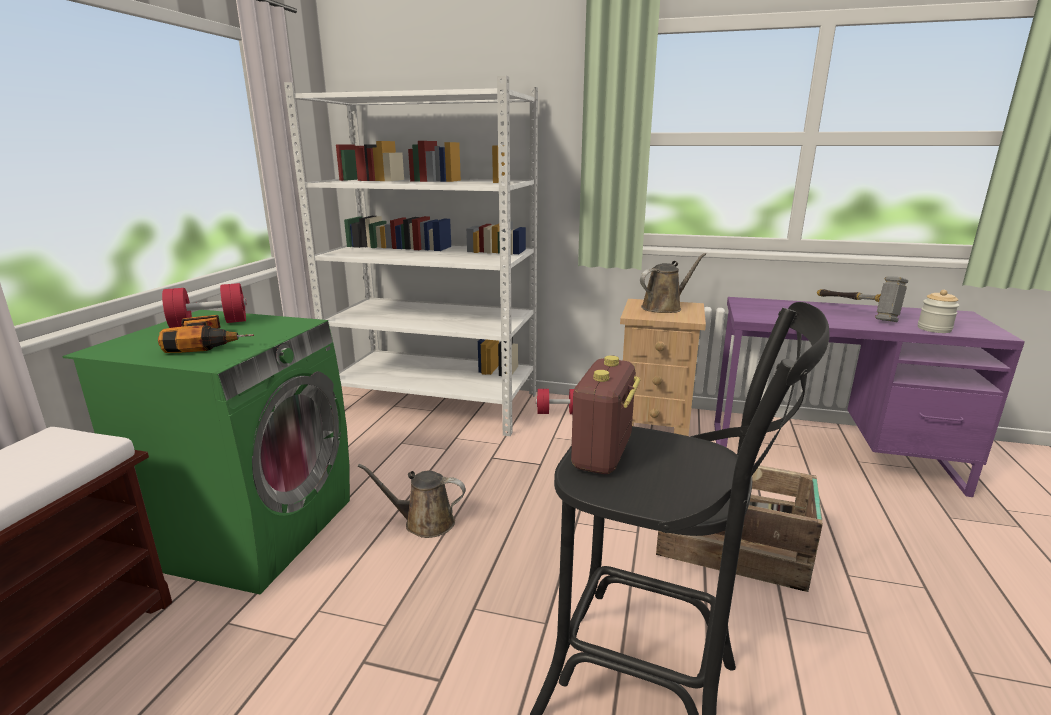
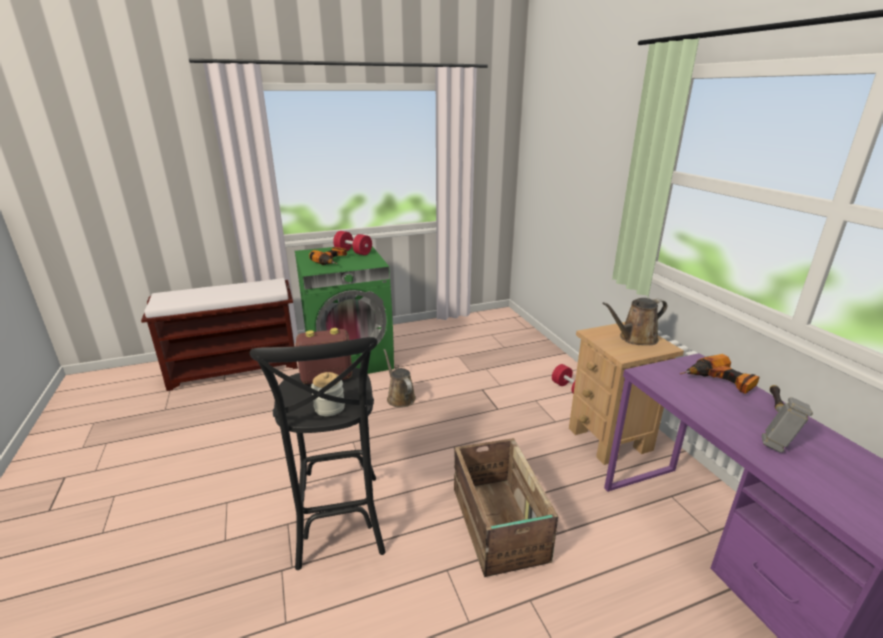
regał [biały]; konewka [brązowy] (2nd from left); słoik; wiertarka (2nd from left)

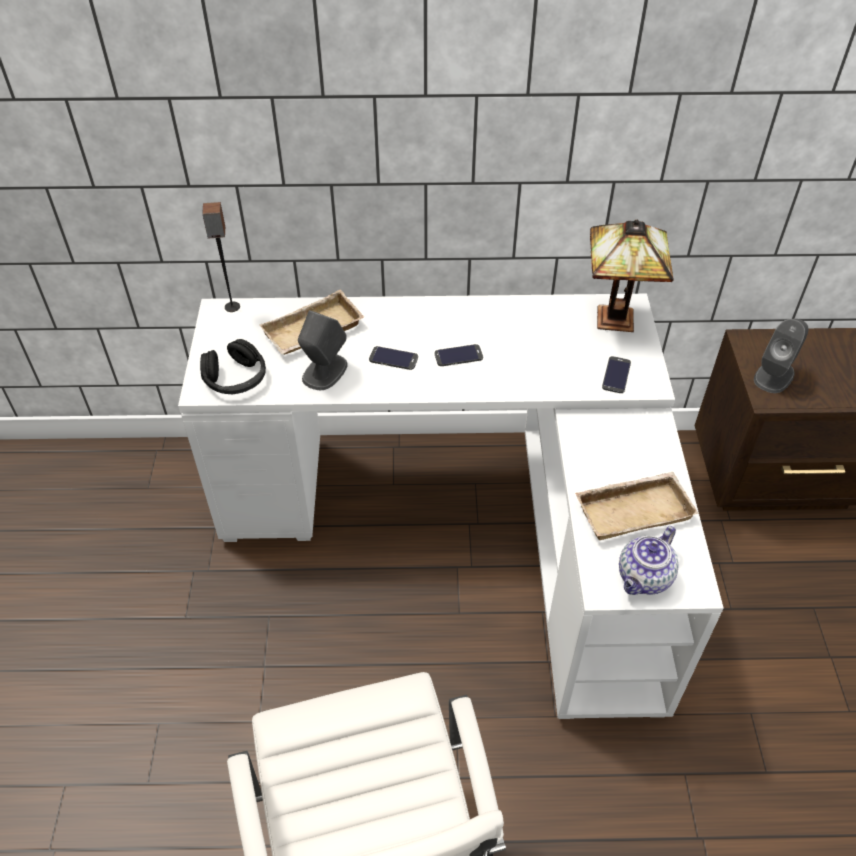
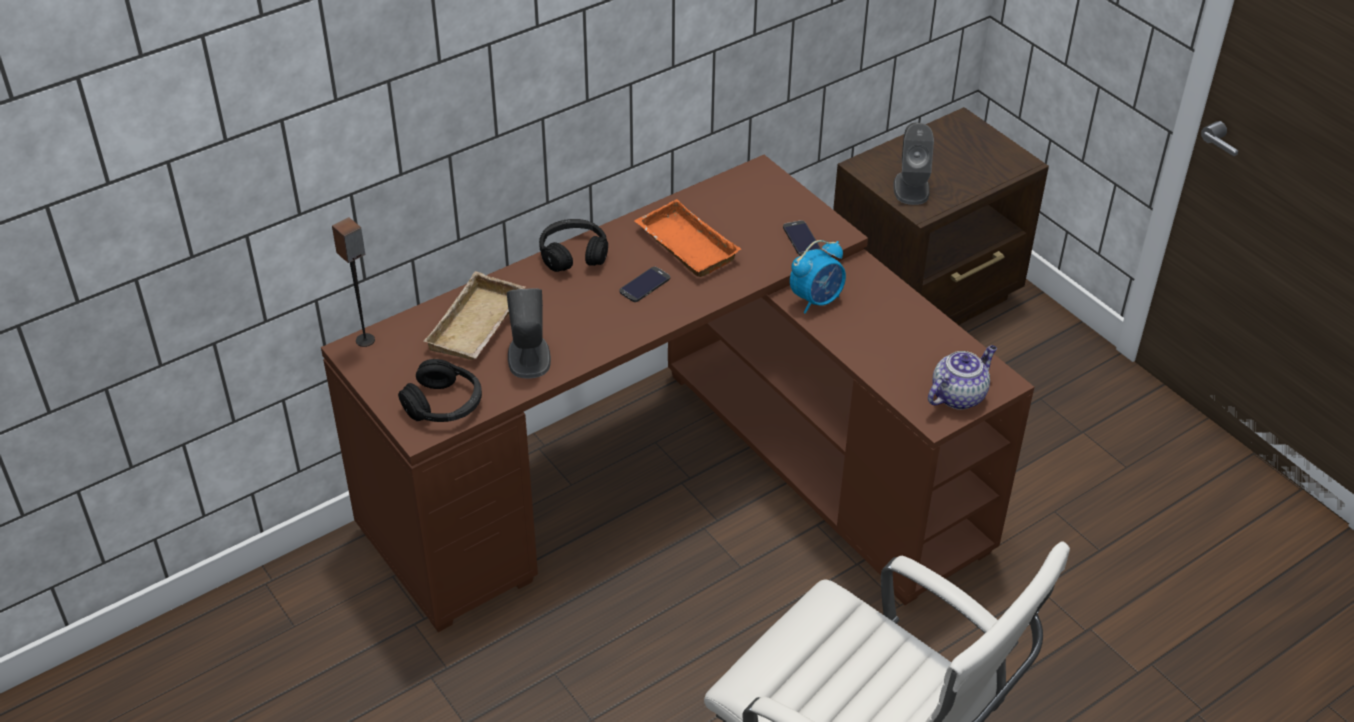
lampa stołowa; biurko [brązowy]; telefon (1st from left in the first image); taca [beżowy] (2nd from left in the first image); imbryk; taca [pomarańczowy]; słuchawki [czarny] (2nd from left); budzik

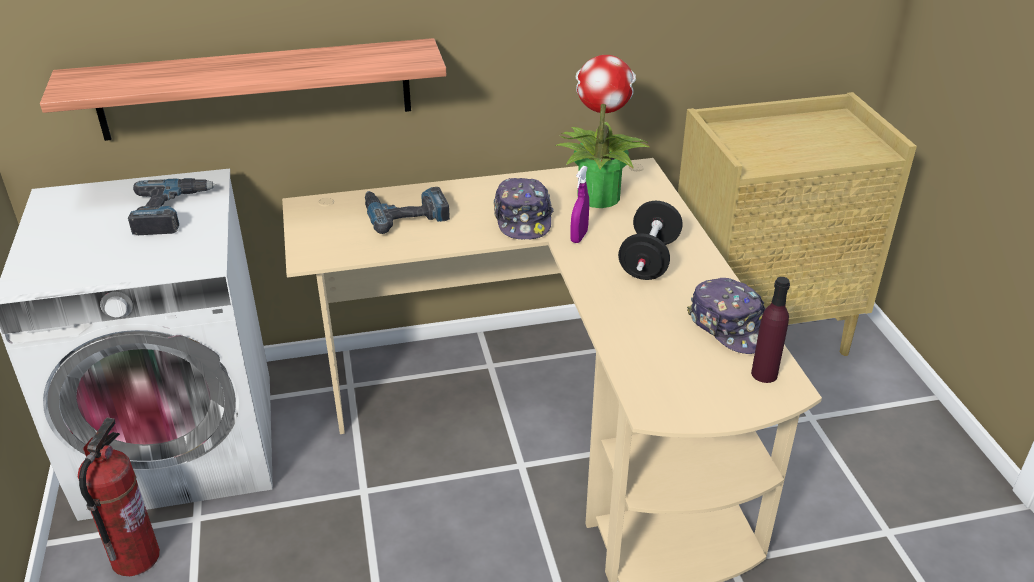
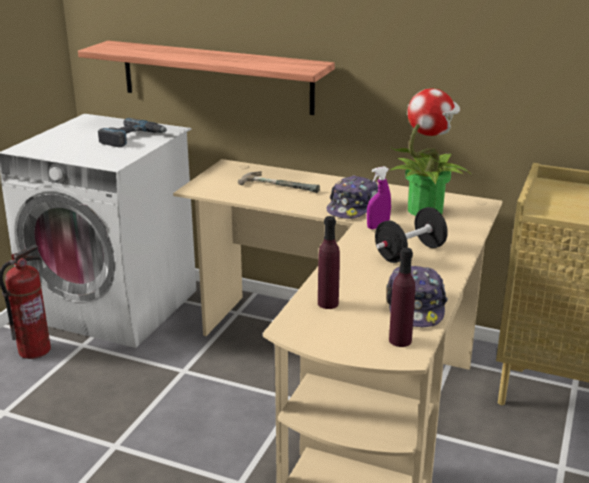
młotek; butelka [fioletowy] (1st from left)

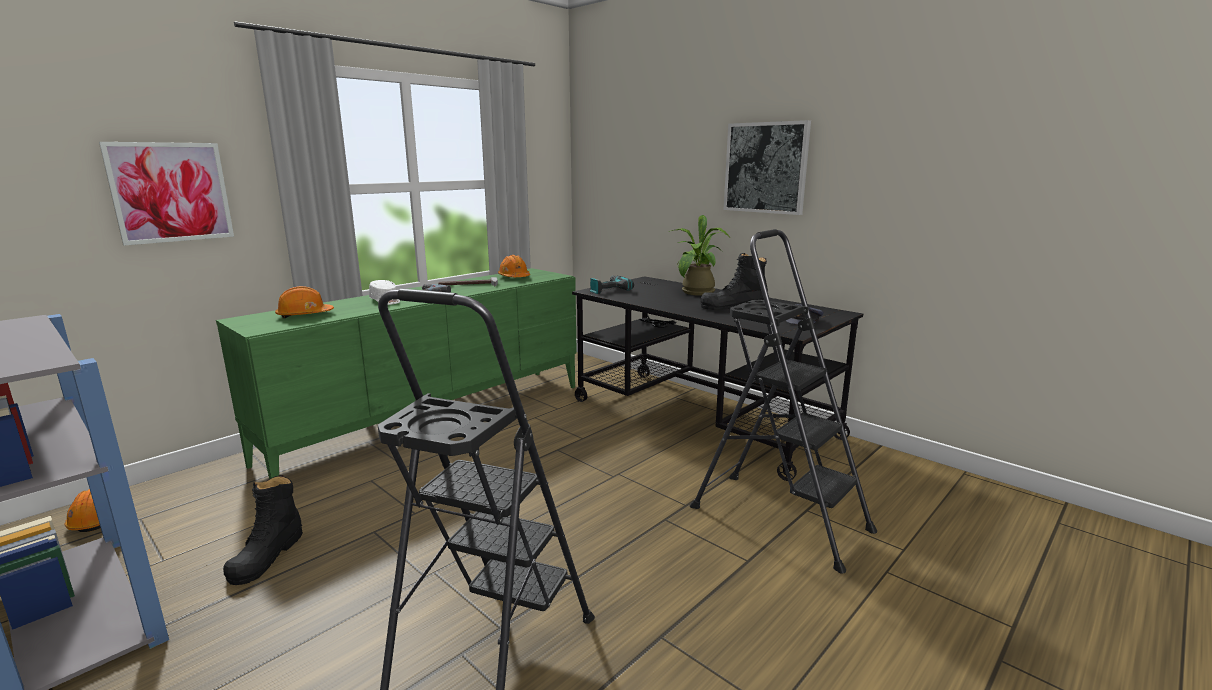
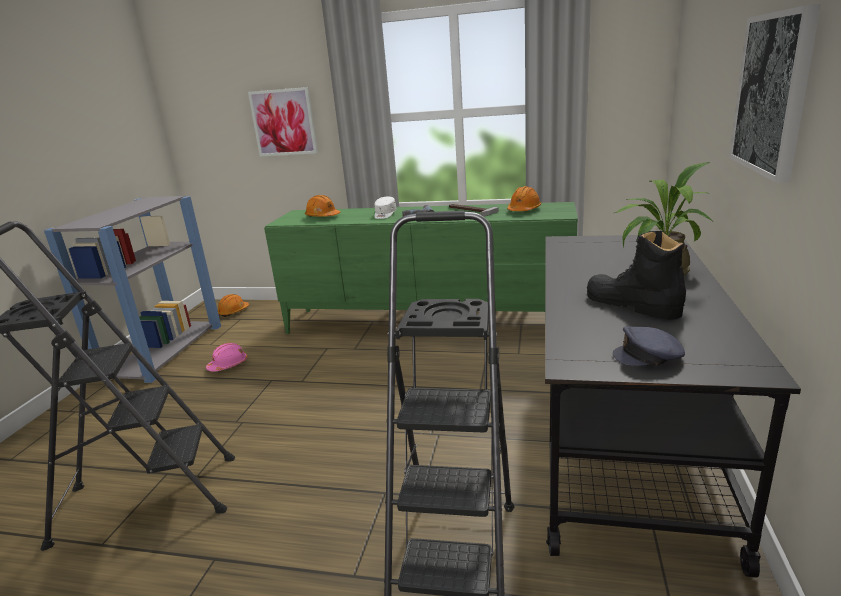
wiertarka (2nd from left in the first image); kask [różowy]

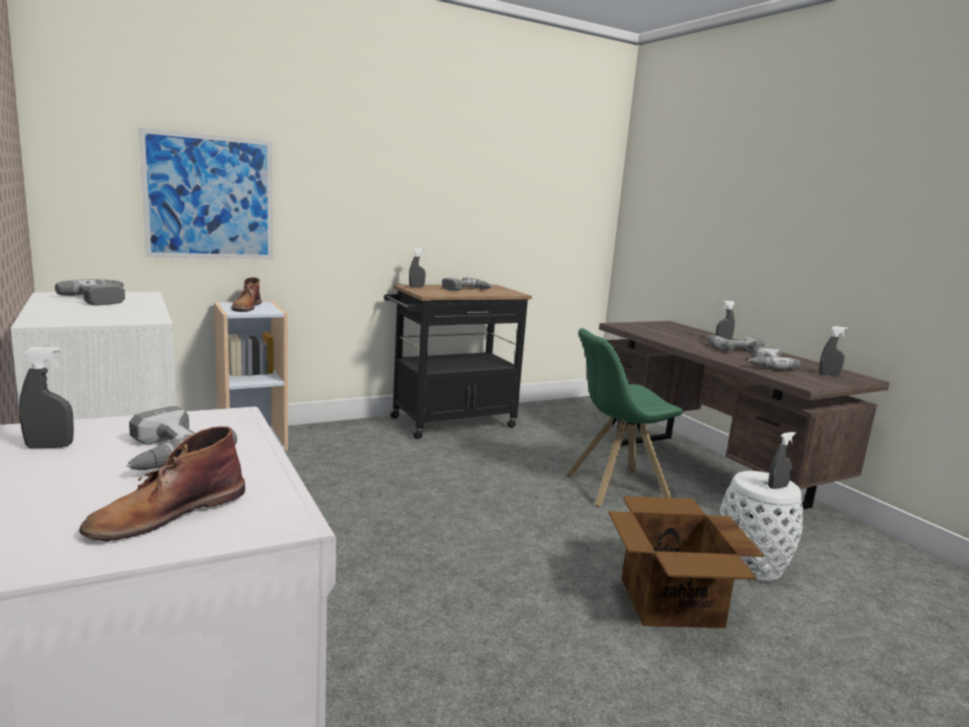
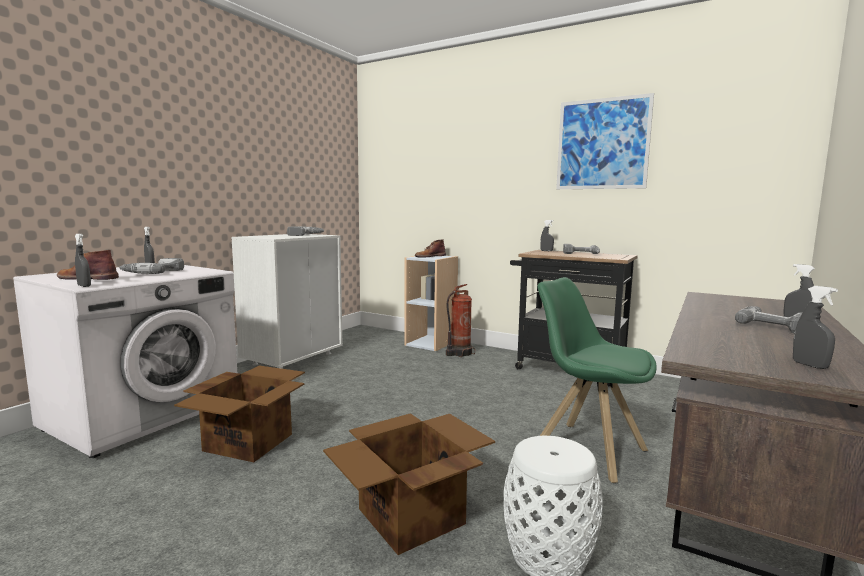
obraz; wiertarka (5th from left in the first image); spryskiwacz [szary] (1st from left); gaśnica; karton (1st from left)

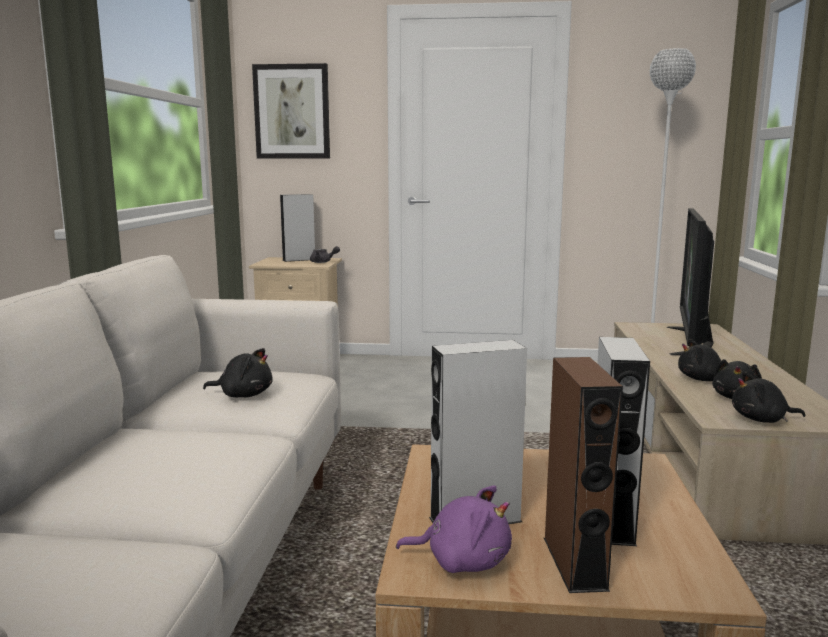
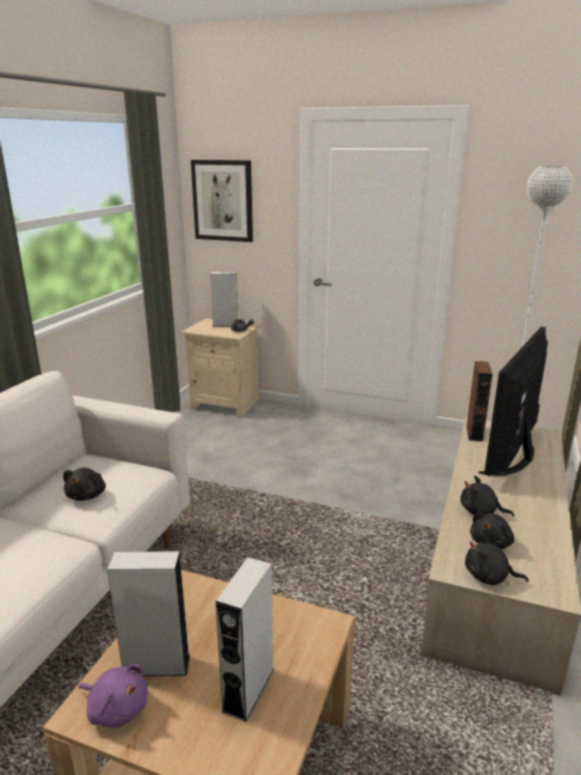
pluszak [czarny] (1st from left); głośnik [brązowy]

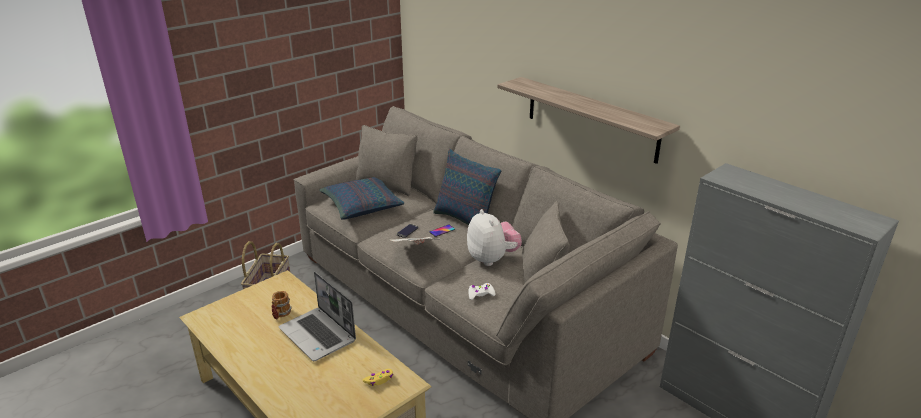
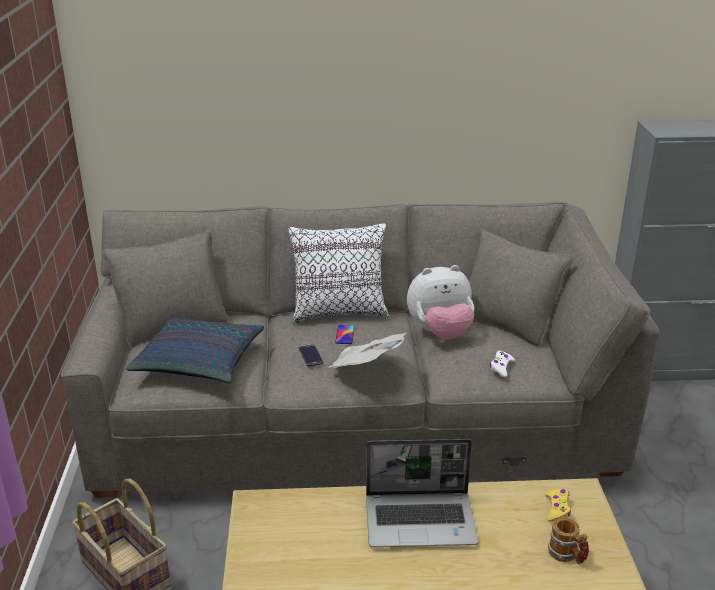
półka; poduszka [biały]; pluszak; kubek

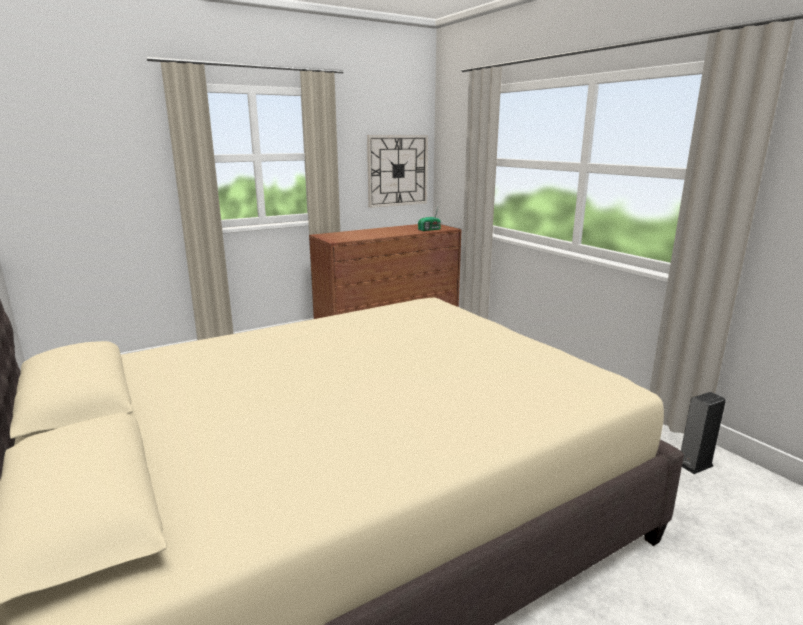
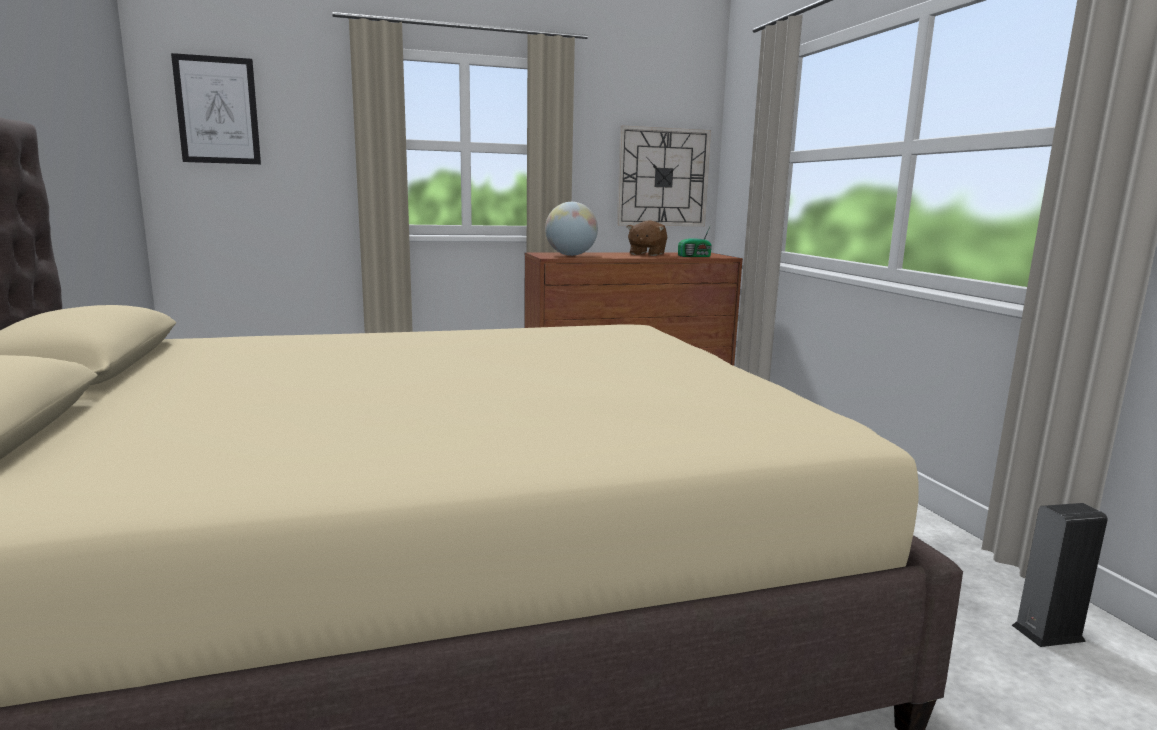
obraz; globus; pluszak [brązowy]

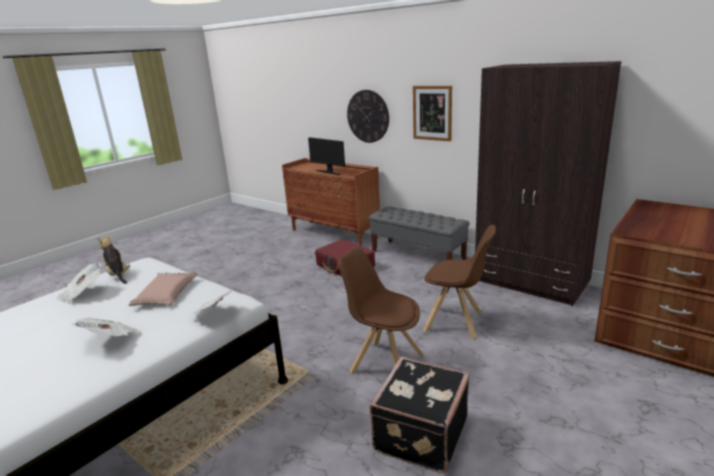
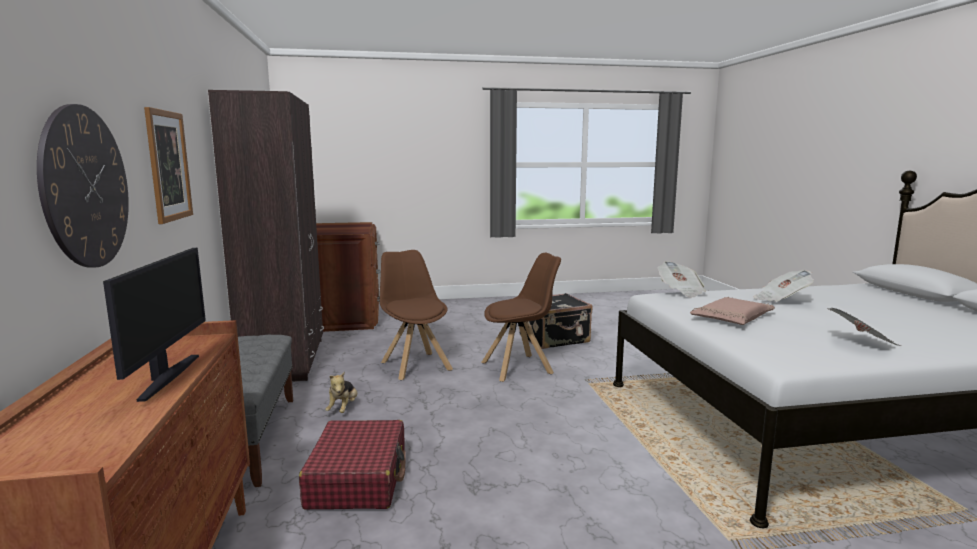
pluszak; krzesło [brązowy] (2nd from left)

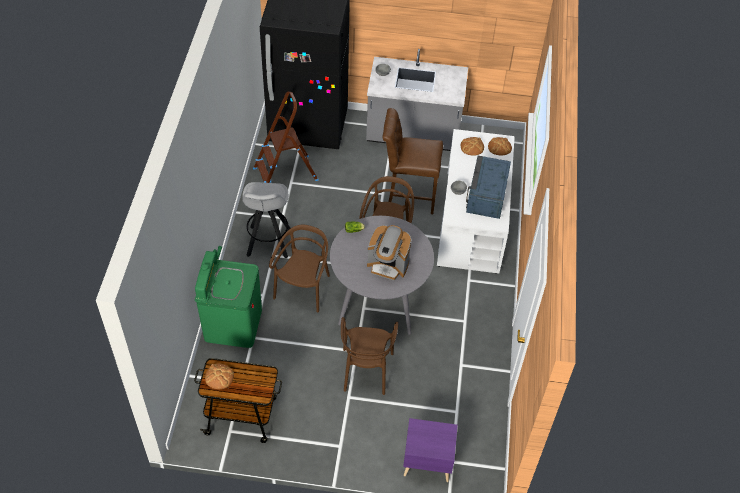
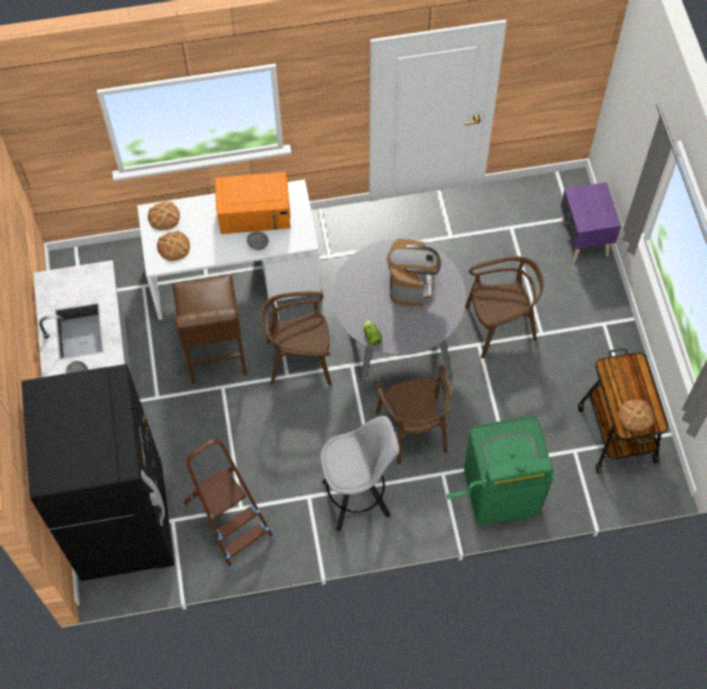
mikrofalówka [pomarańczowy]; krzesło [brązowy] (2nd from left)

